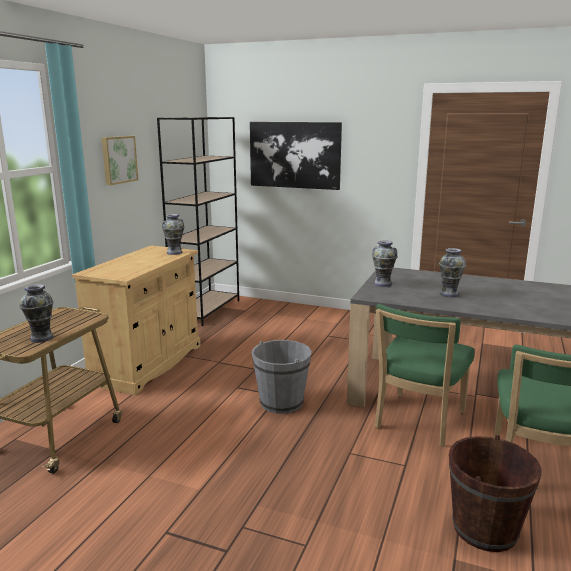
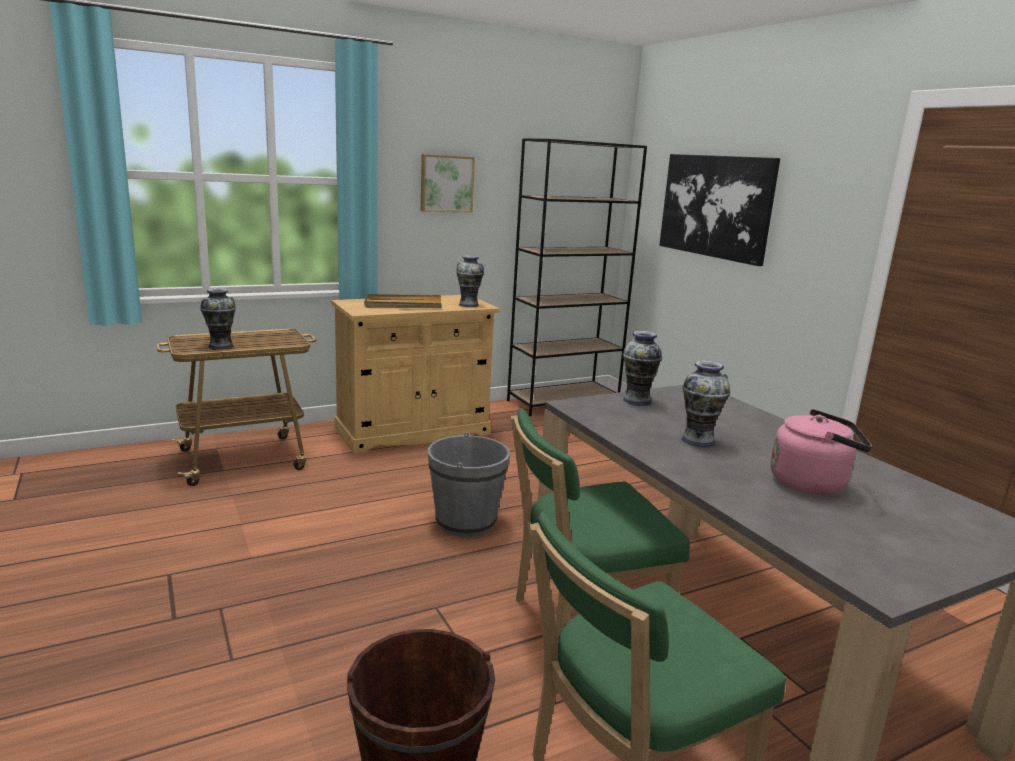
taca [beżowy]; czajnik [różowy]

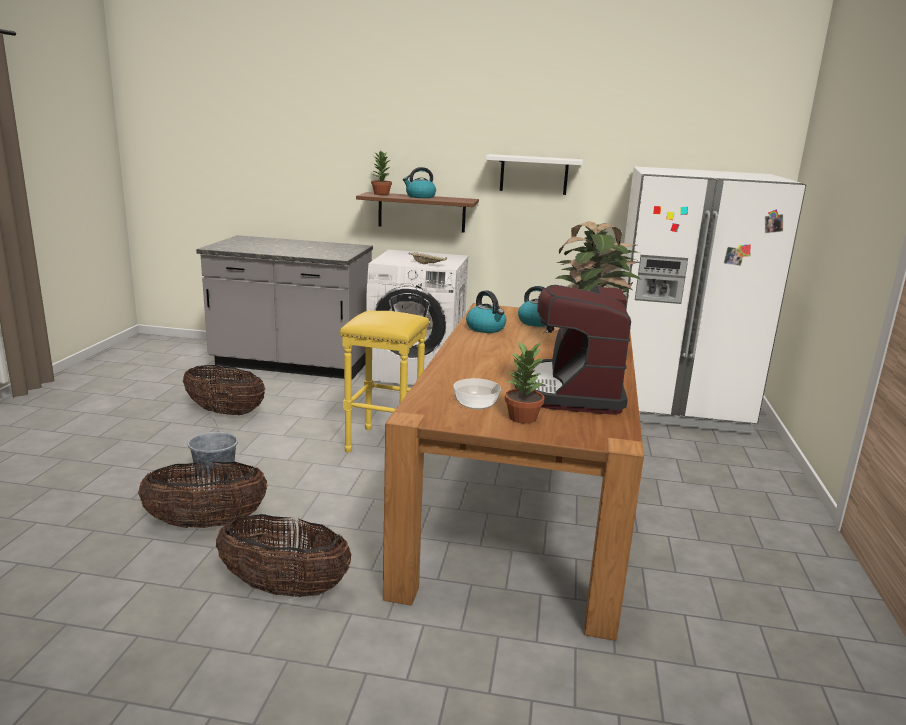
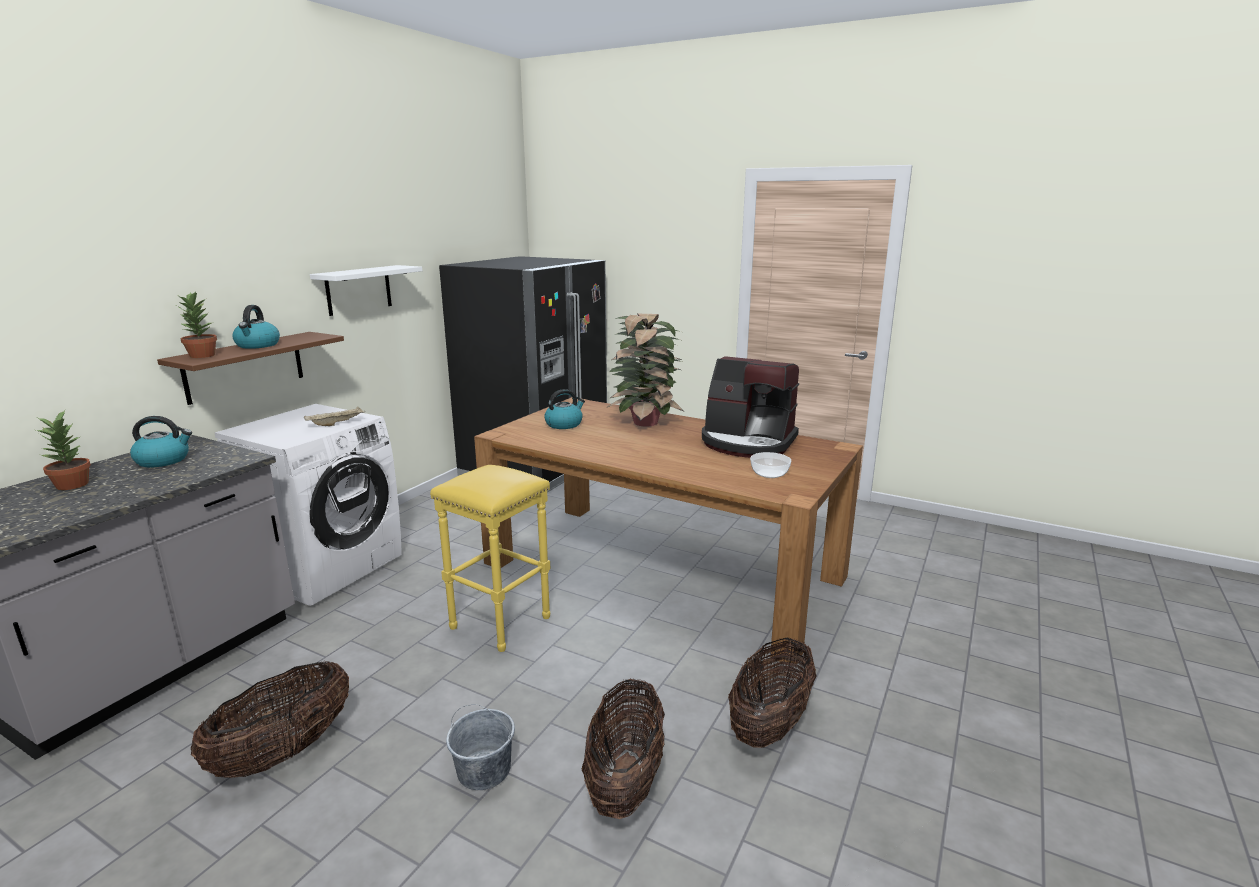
lodówka [czarny]; czajnik (1st from left); roślina doniczkowa (1st from left)

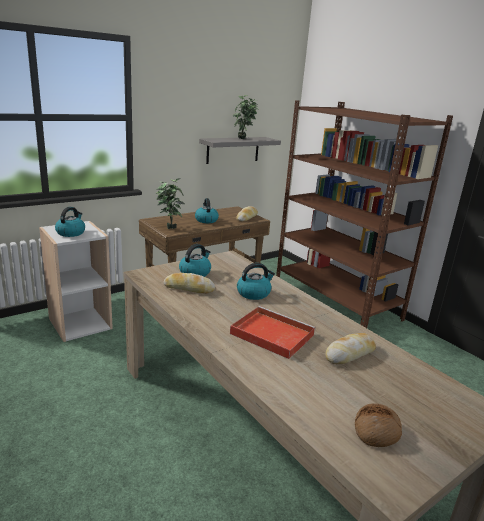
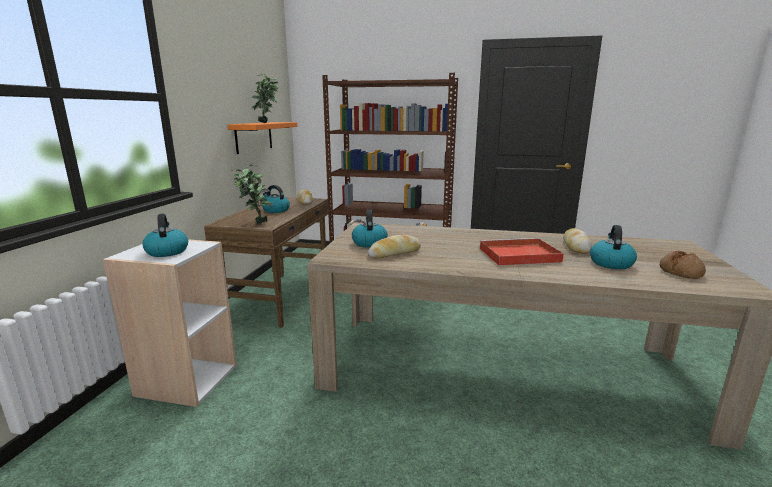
półka [pomarańczowy]; czajnik (4th from left)

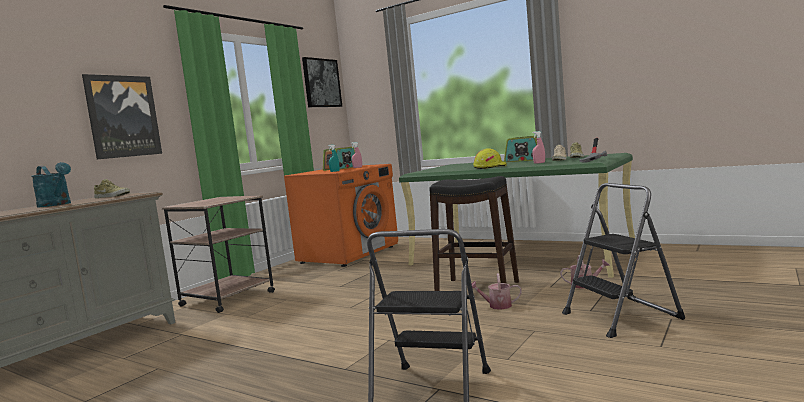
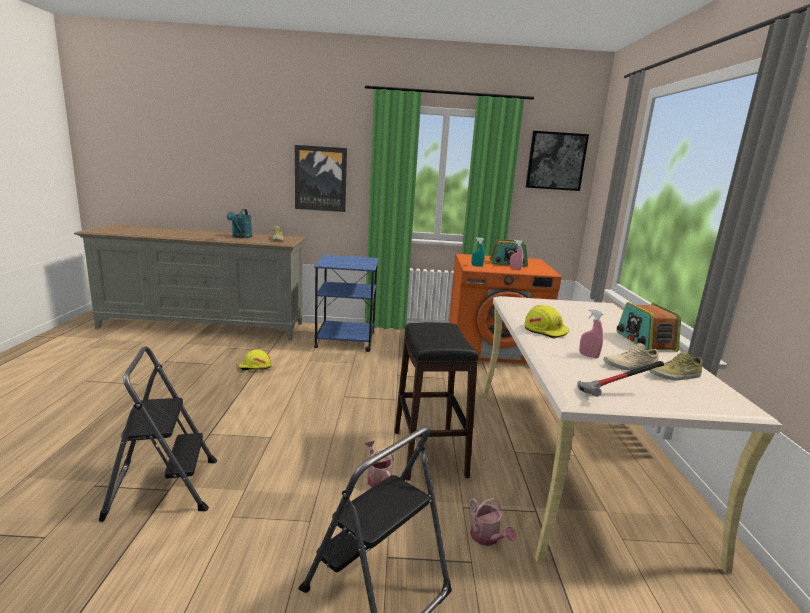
biurko [beżowy]; wózek [niebieski]; kask [żółty] (1st from left)

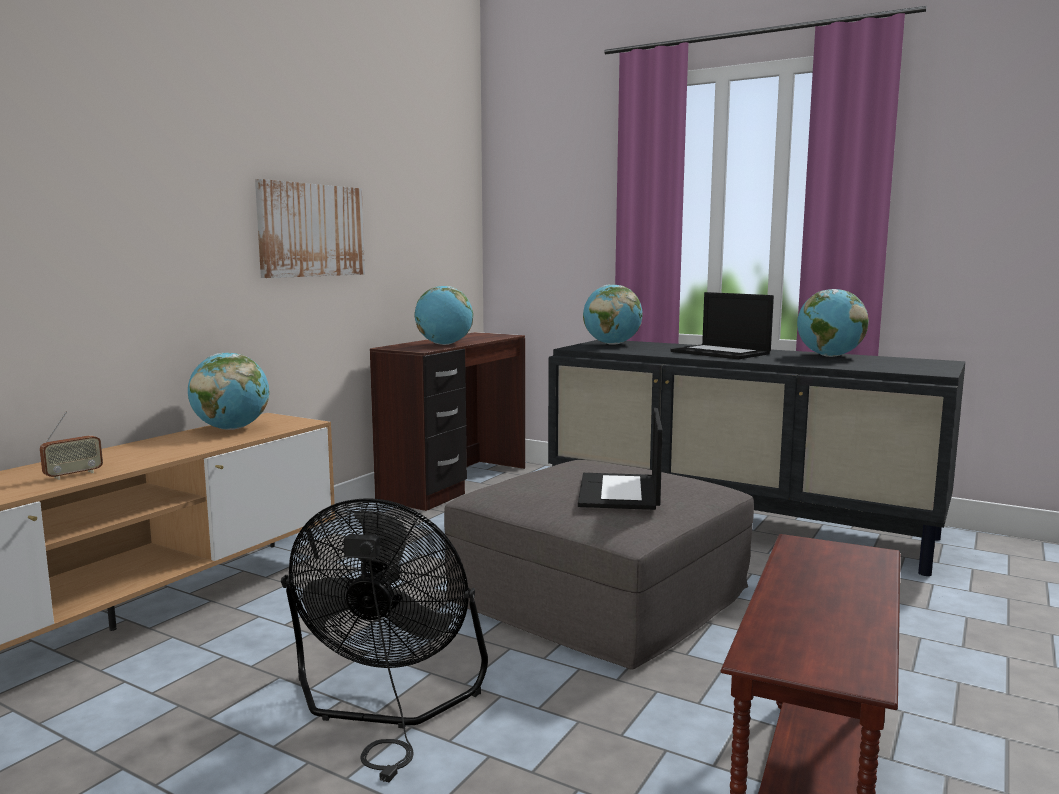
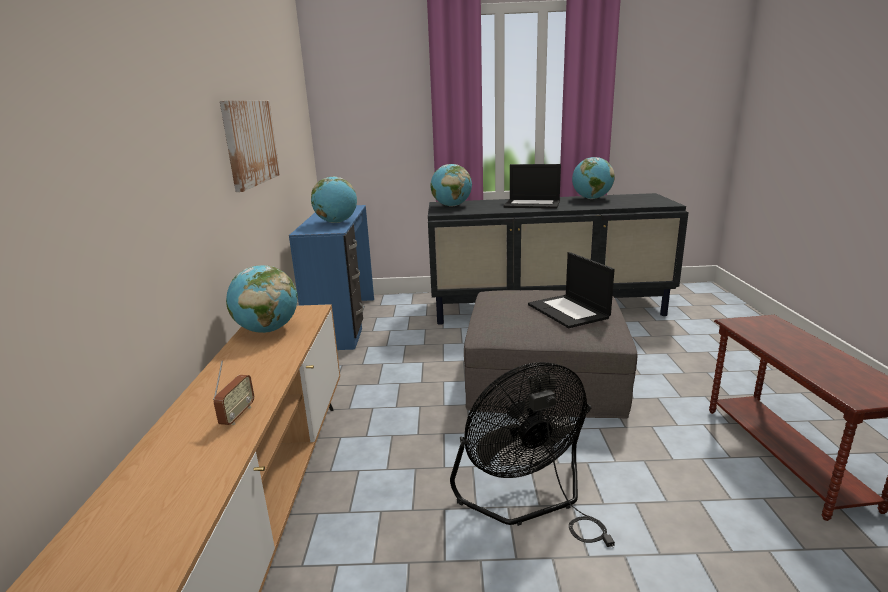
biurko [niebieski]

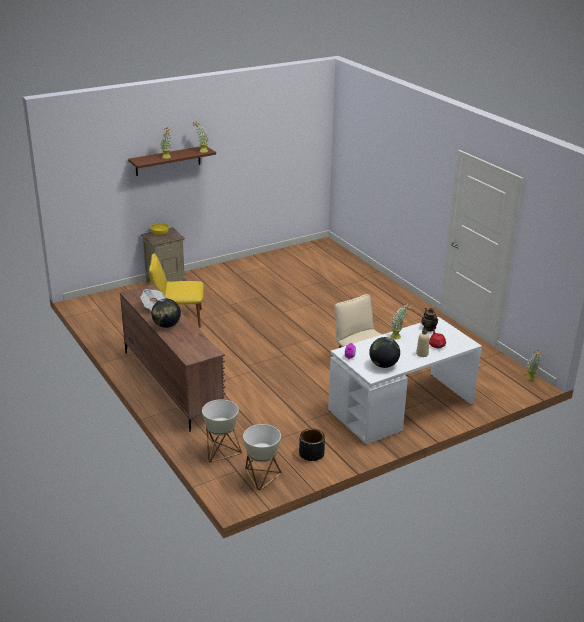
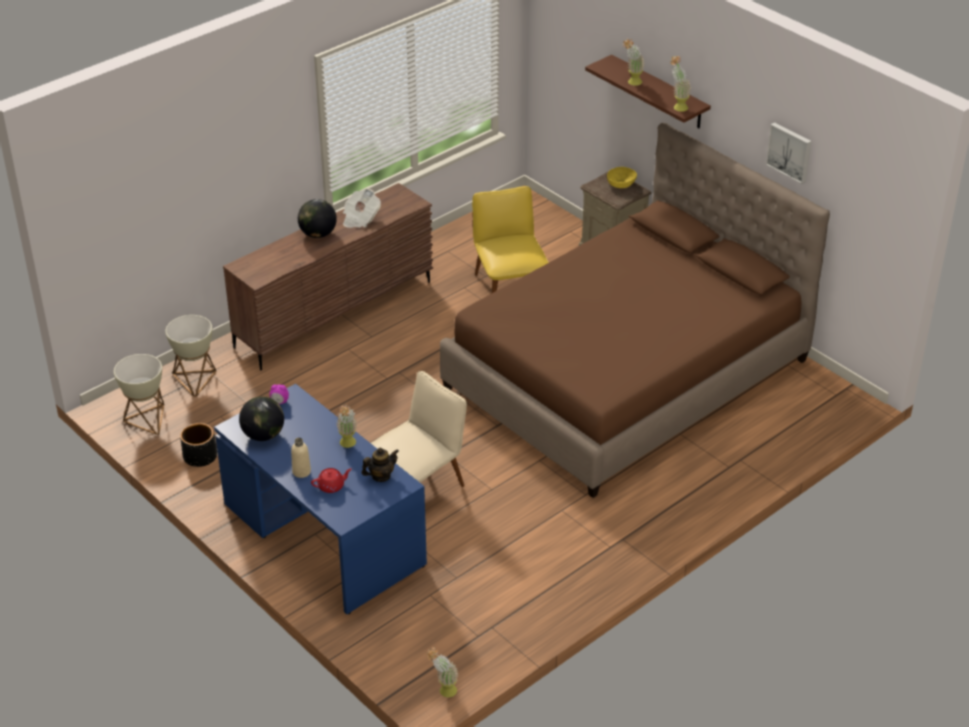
biurko [niebieski]; obraz; łóżko [brązowy]

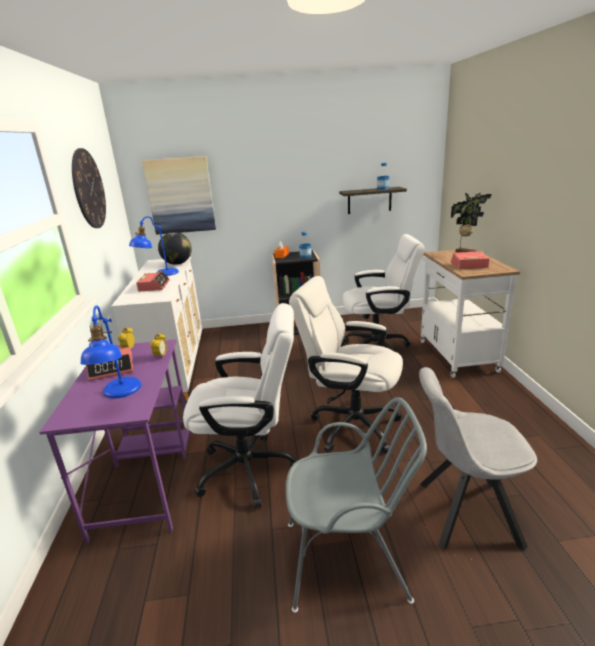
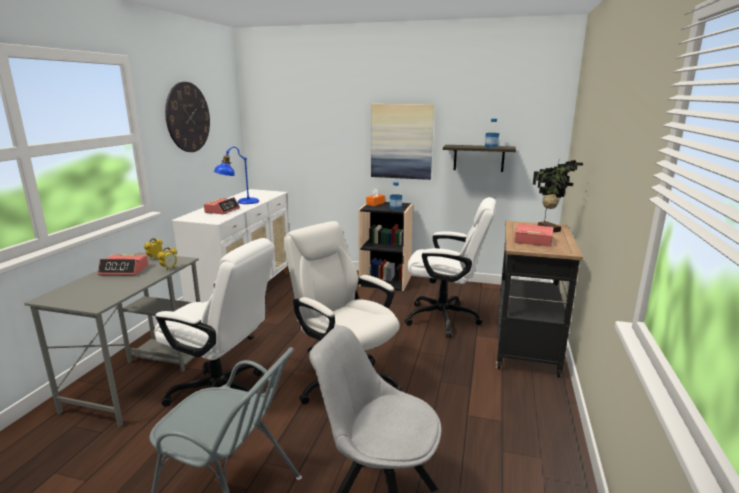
obraz; globus; wózek [czarny]; lampa stołowa [niebieski] (1st from left in the first image); biurko [szary]

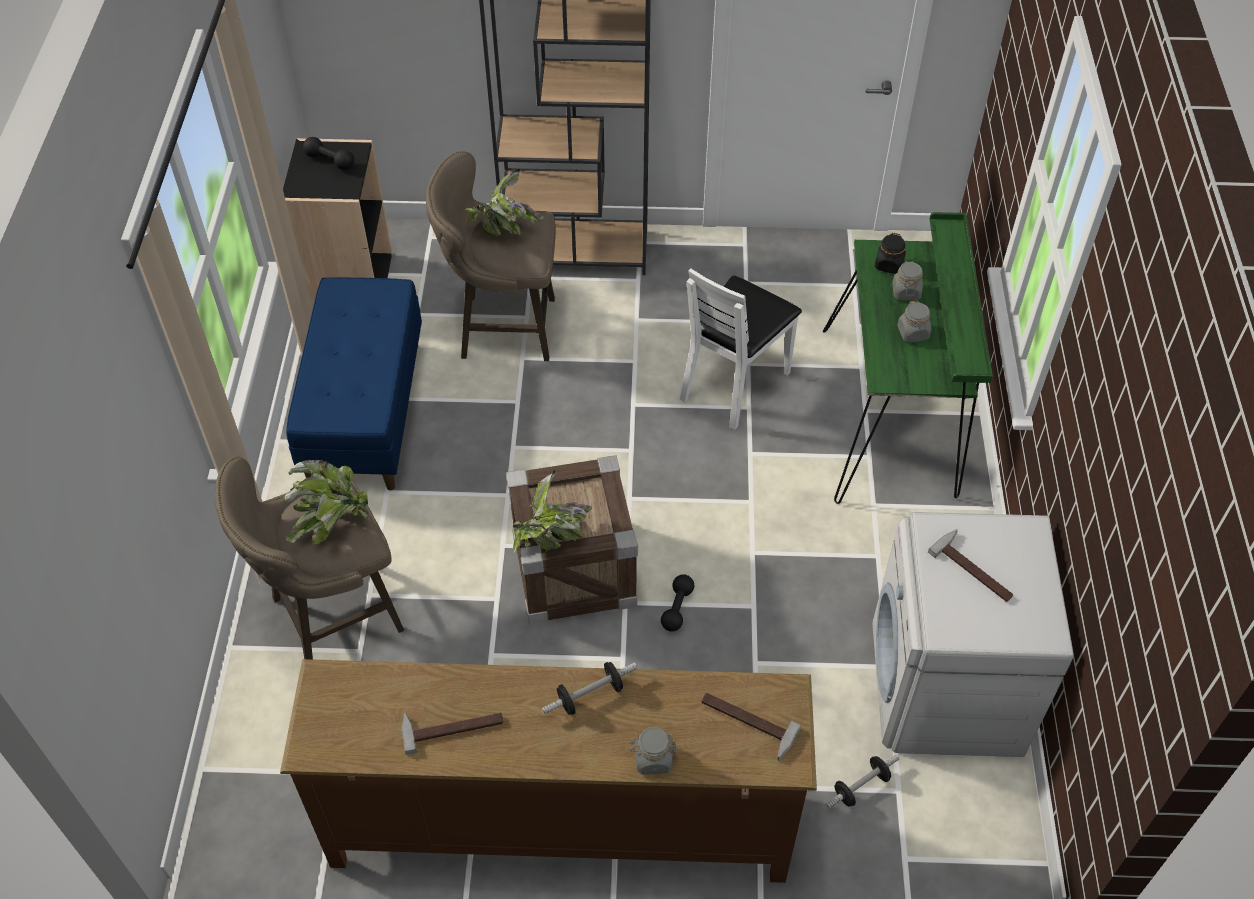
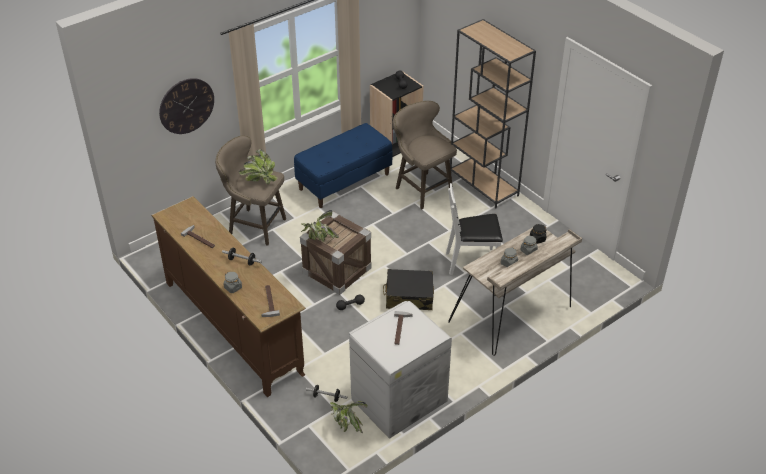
roślina doniczkowa (3rd from left); biurko [beżowy]; zegar ścienny; walizka [czarny]

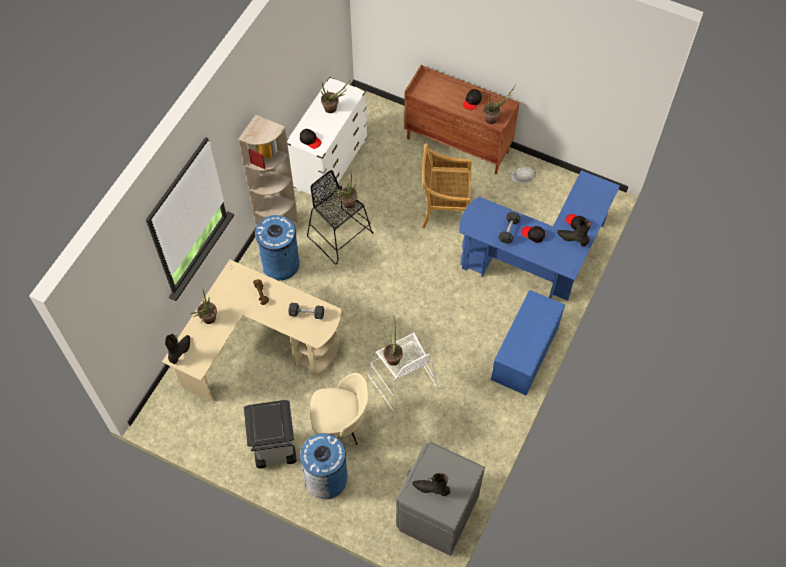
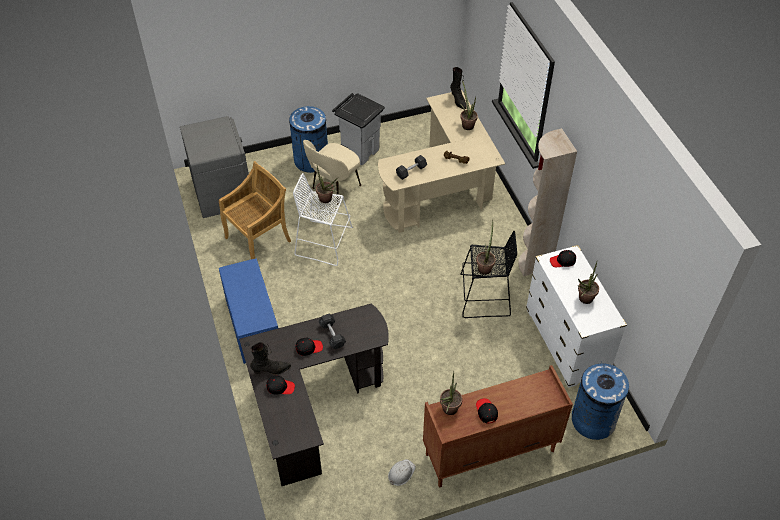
krzesło [beżowy] (1st from left); biurko [czarny]; kosz na śmieci [niebieski] (2nd from left); but z cholewką [czarny] (2nd from left in the first image)

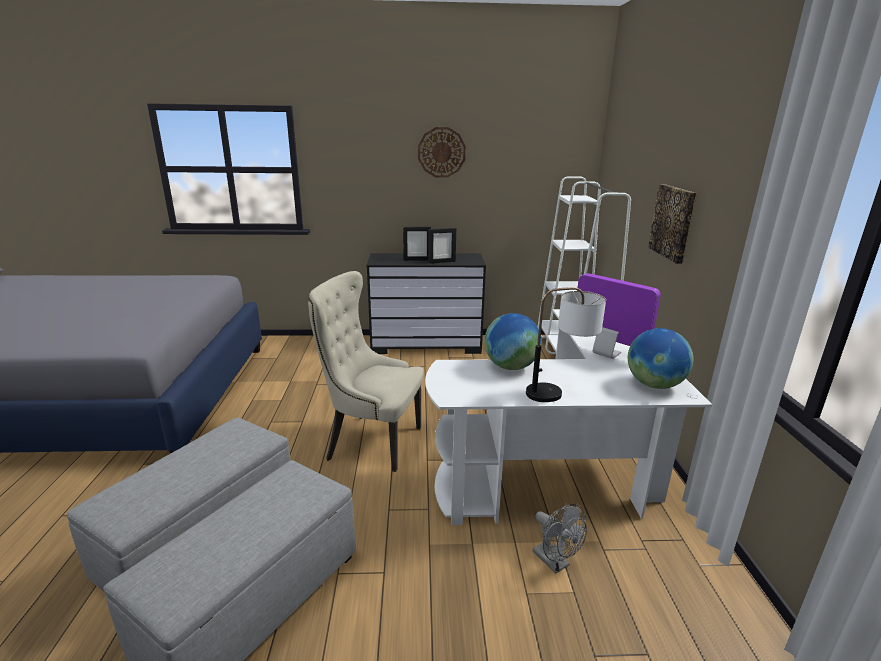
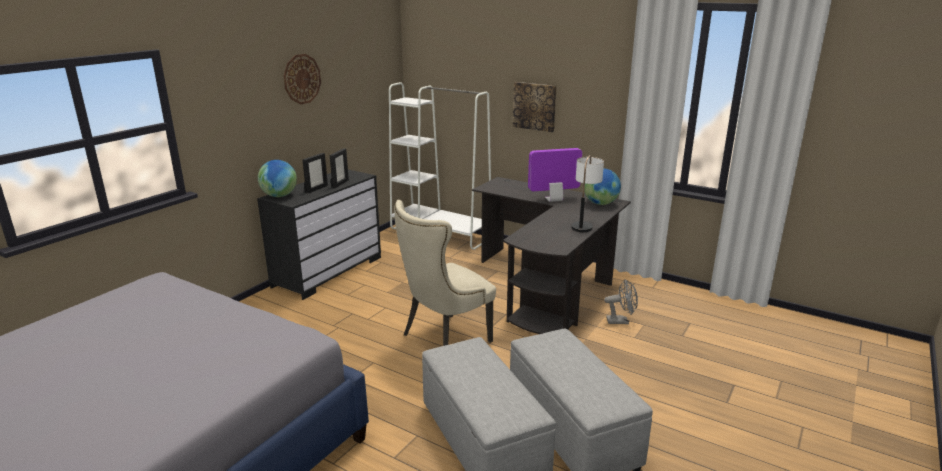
biurko [czarny]; globus (1st from left)

